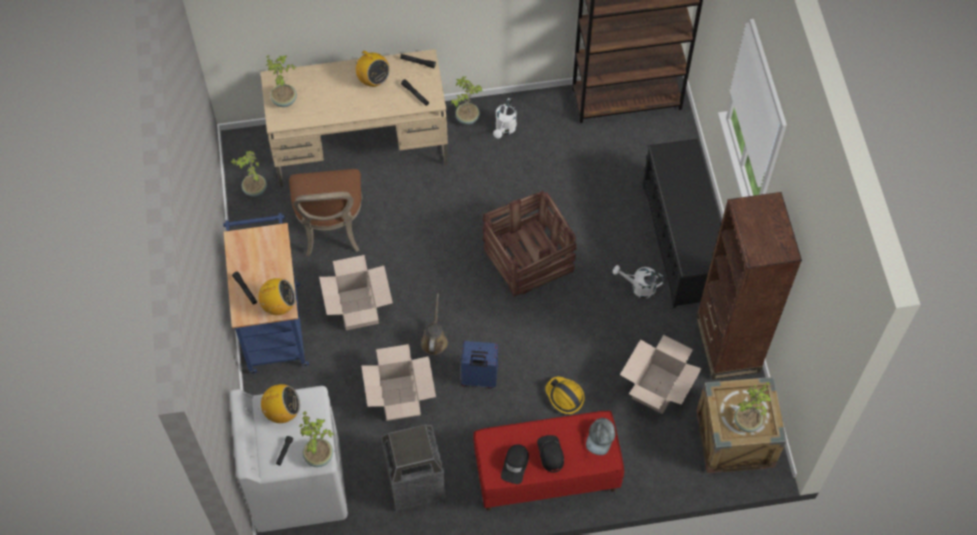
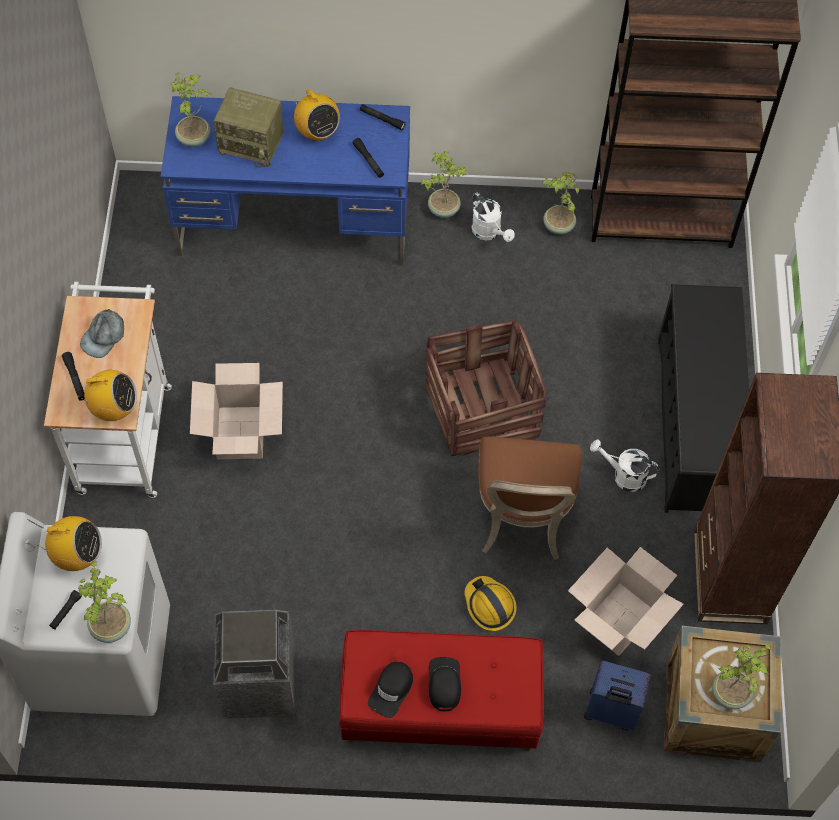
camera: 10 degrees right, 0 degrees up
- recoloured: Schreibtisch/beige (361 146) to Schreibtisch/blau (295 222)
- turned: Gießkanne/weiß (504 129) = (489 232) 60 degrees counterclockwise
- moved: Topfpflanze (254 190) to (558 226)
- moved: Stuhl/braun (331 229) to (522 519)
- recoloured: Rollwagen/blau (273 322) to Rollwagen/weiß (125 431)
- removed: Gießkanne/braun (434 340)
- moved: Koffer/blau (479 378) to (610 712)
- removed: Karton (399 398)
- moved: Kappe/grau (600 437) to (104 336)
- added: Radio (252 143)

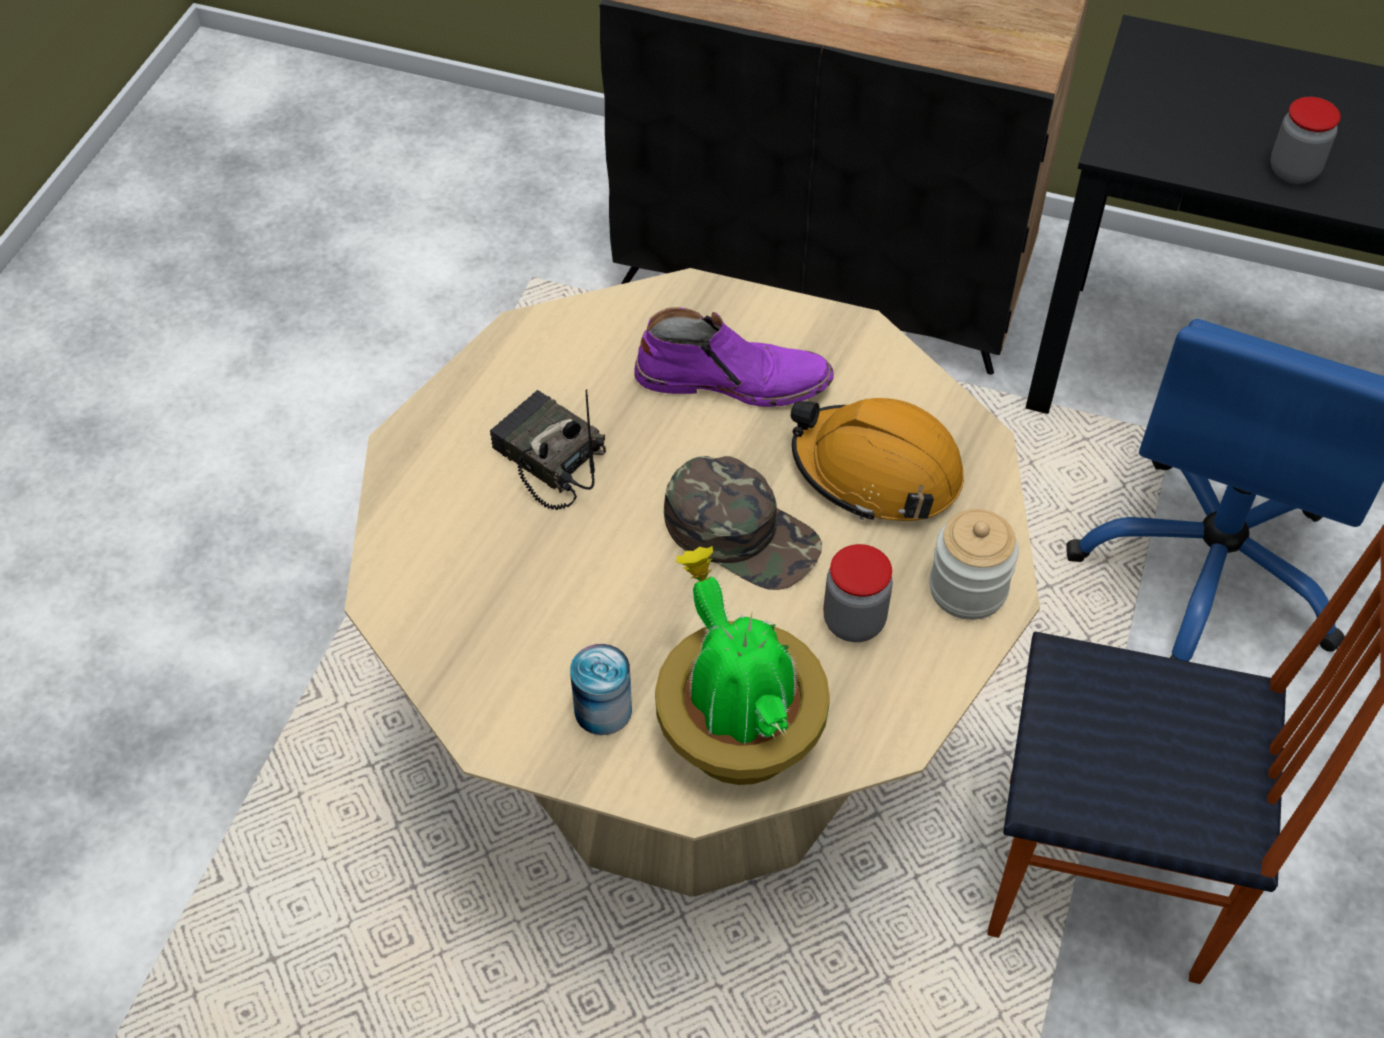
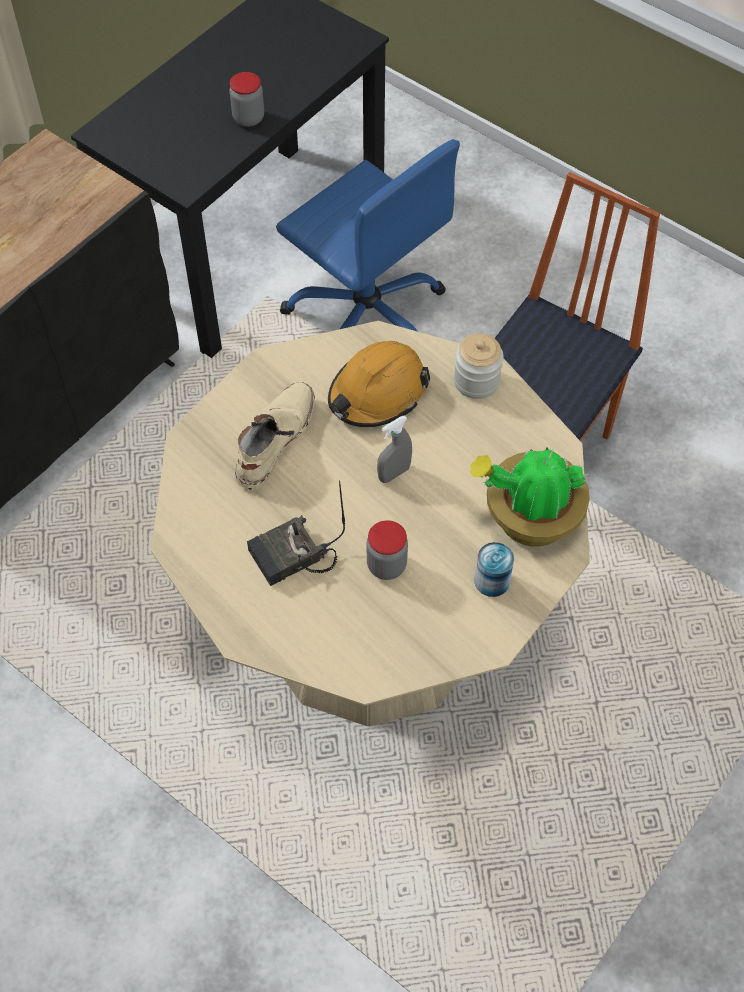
camera: 70 degrees left, 5 degrees up
- recoloured: Stiefel/lila (733 379) to Stiefel/beige (273 440)
- replaced: Kappe/grün (742 533) to Sprühflasche/grau (394 473)
- moved: Vorratsglas (854 621) to (386 565)

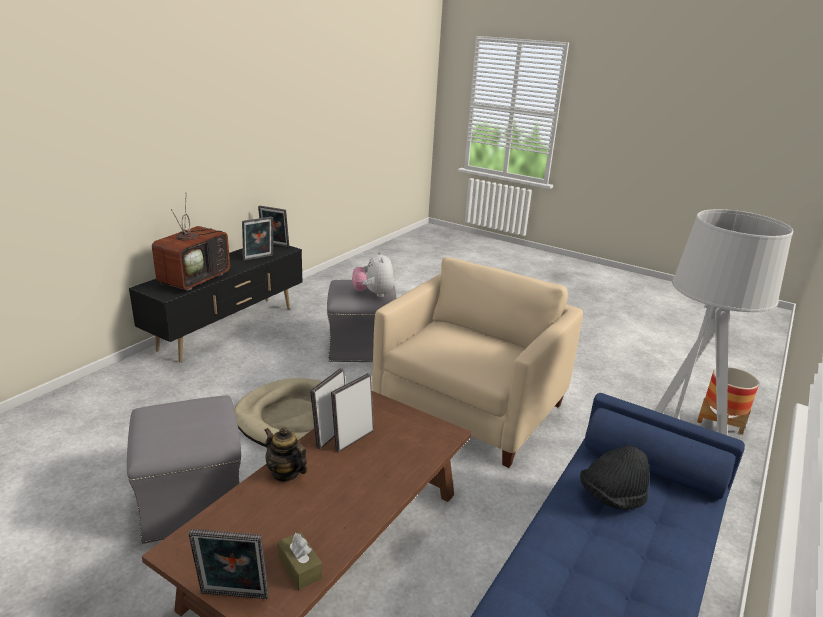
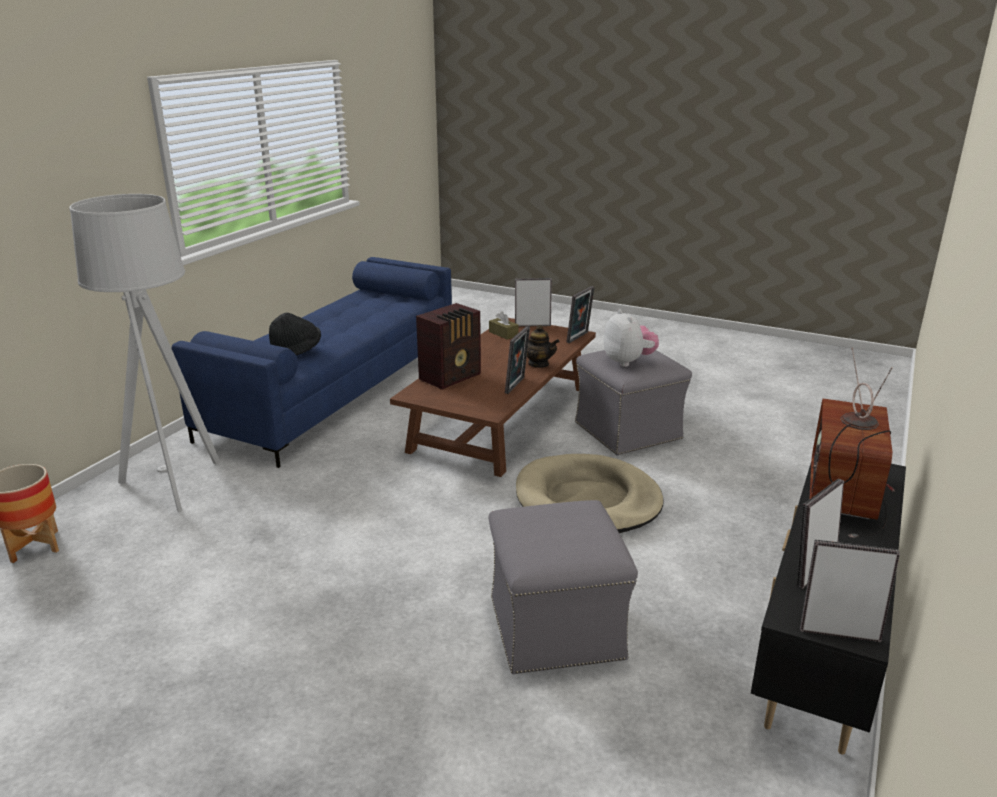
camera: 175 degrees right, 0 degrees up
- moved: Plüschtier (373 294) to (628 362)
- removed: Sessel/beige (470 407)
- moved: Bilderrahmen (353 439) to (579 338)
- added: Radio (452 377)

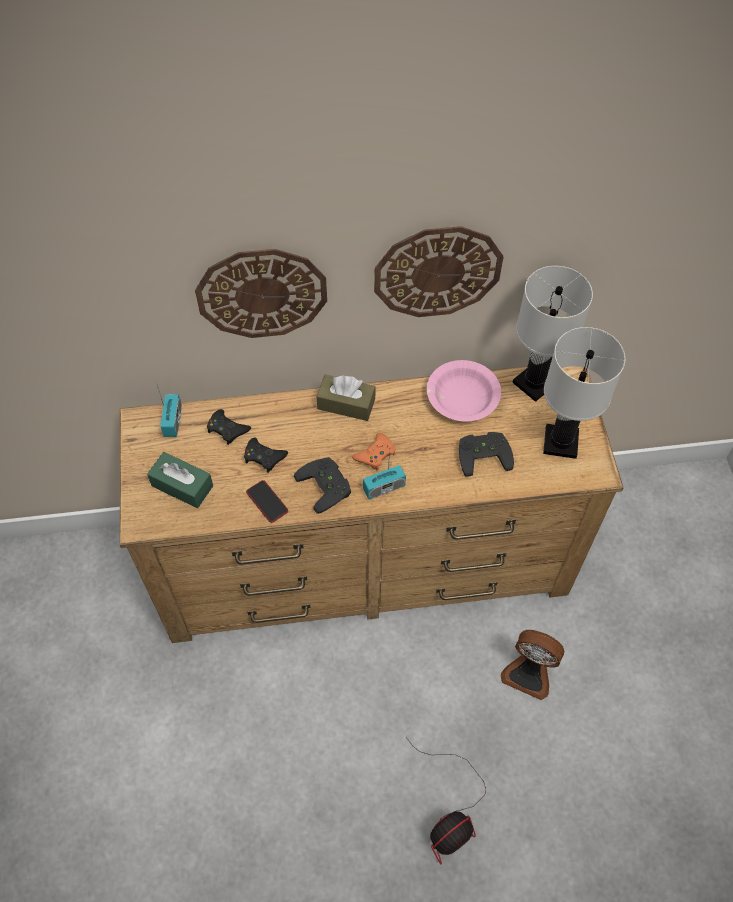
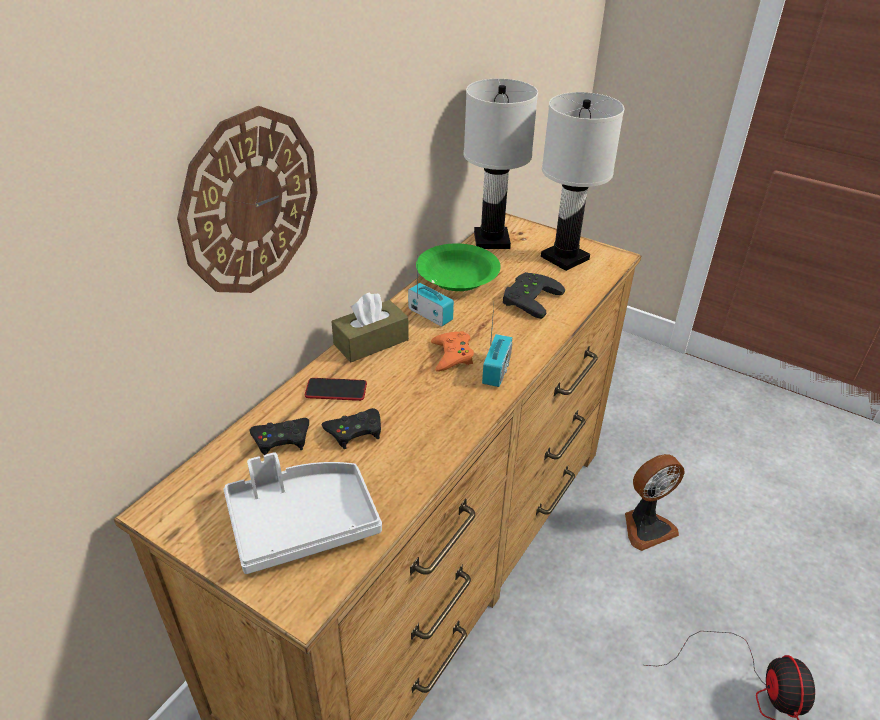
camera: 50 degrees left, 20 degrees down
- removed: Wanduhr (437 271)
- recoloured: Schüssel/rosa (462 398) to Schüssel/grün (457 278)
- moved: Radio (173 421) to (430 315)
- replaced: Taschentuchbox/grün (182 485) to Tablett/grau (302 523)
- removed: Gamepad/schwarz (327 485)
- moved: Handy (267 502) to (336 390)

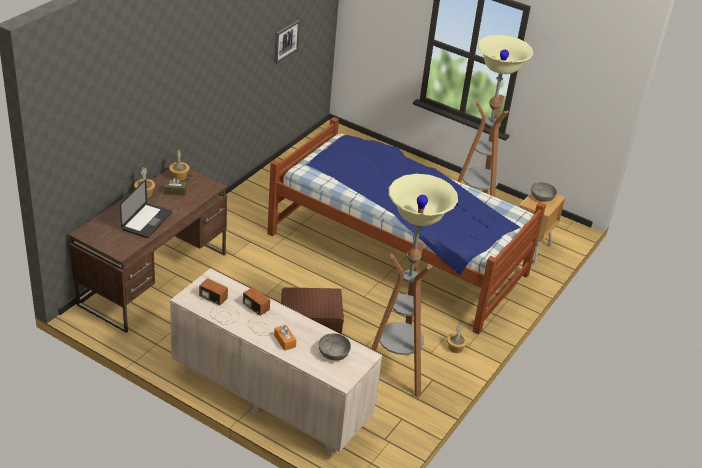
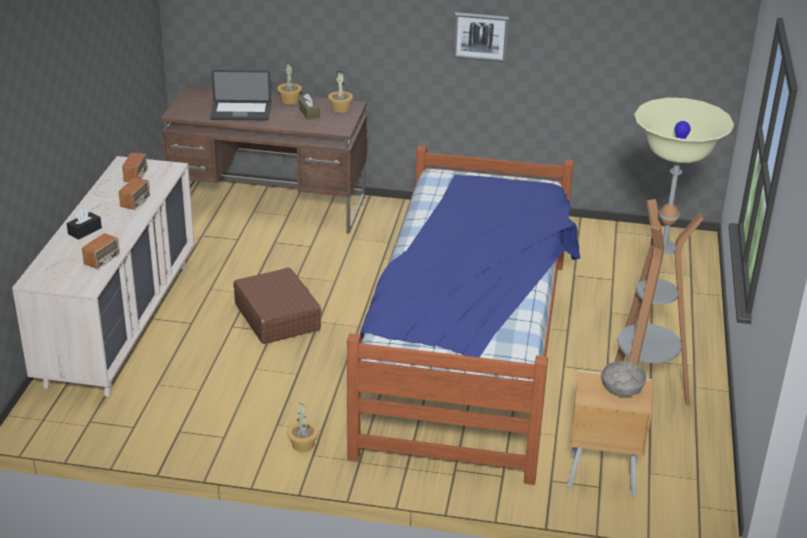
camera: 70 degrees right, 5 degrees down
- moved: Bild (286 41) to (480 36)
- removed: Stehlampe (395 374)
- recoloured: Taschentuchbox/orange (285 341) to Taschentuchbox/schwarz (85 231)
- replaced: Schüssel/grau (333 353) to Radio (80 264)

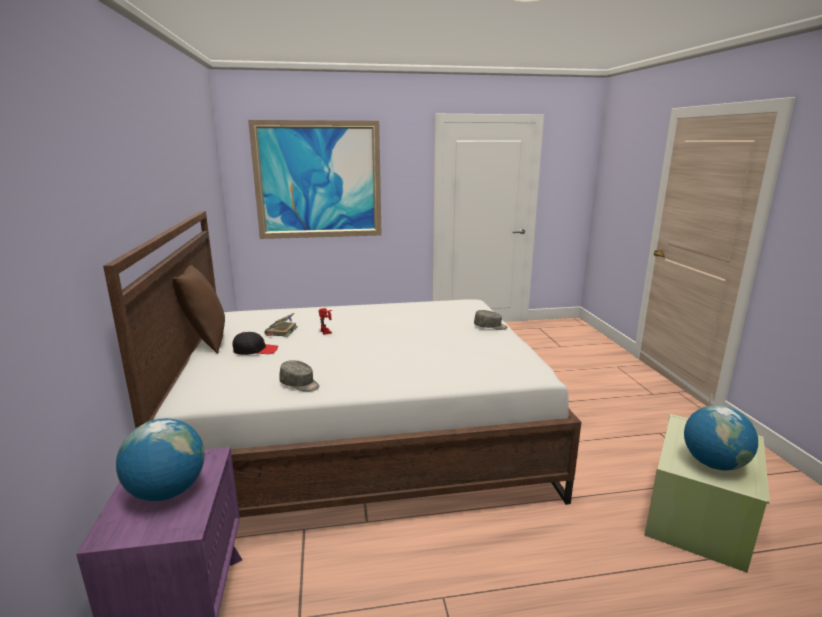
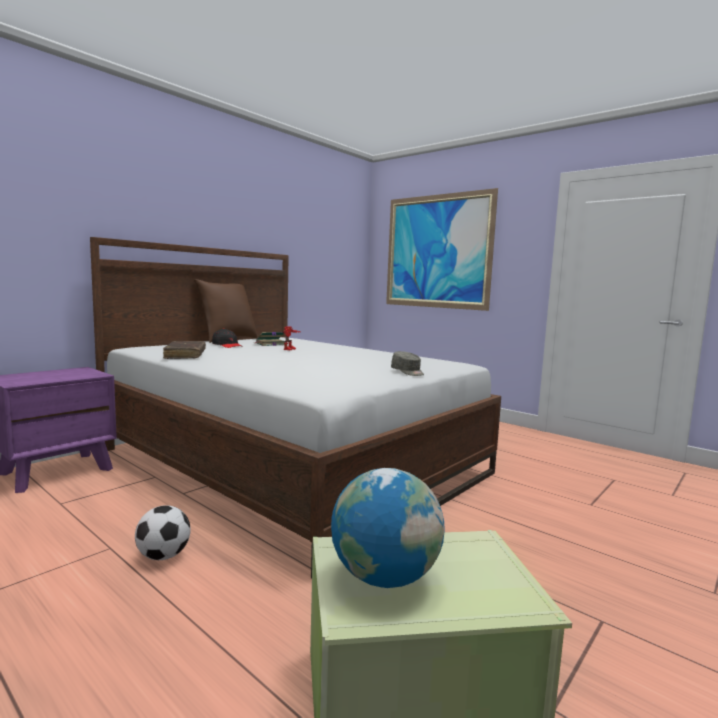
camera: 50 degrees right, 10 degrees down
- replaced: Kappe/grau (300 384) to Buch/braun (185 355)
- removed: Globus (167 491)
- added: Fußball (163 556)

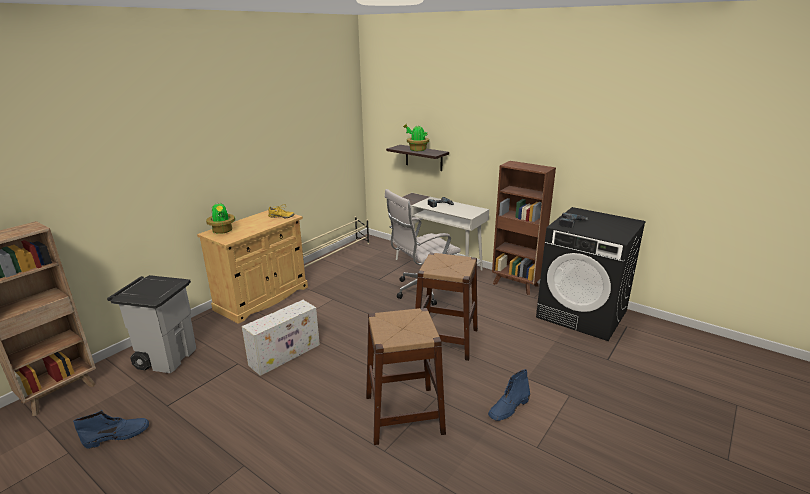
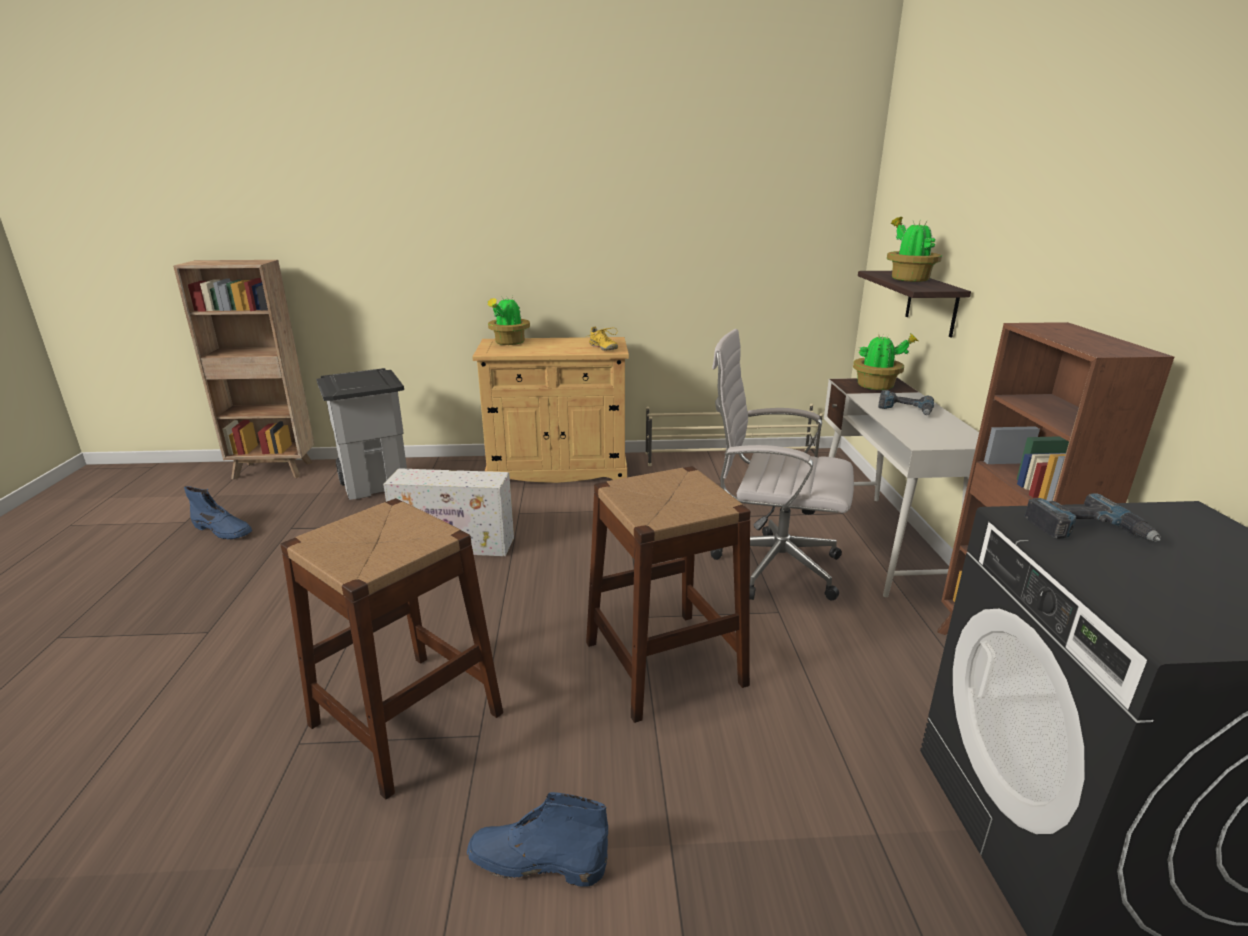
camera: 50 degrees right, 0 degrees up
- added: Topfpflanze (877 386)

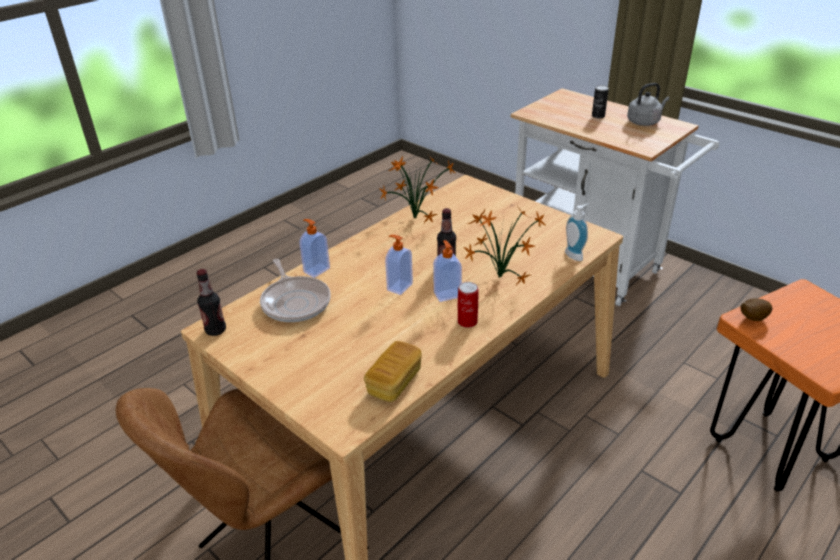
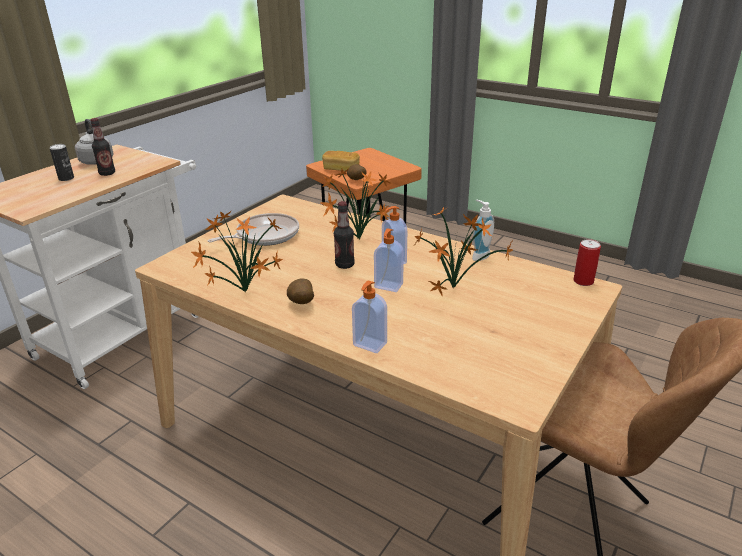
camera: 100 degrees left, 5 degrees down
- moved: Seifenspender (575 255) to (479 255)
- moved: Pfanne (295 302) to (264 235)
- moved: Flasche (215 330) to (107 173)
- moved: Dose (467 322) to (583 281)
- moved: Brot (394 382) to (341 169)
- added: Topfpflanze (455 288)
- added: Kartoffel (301 304)

